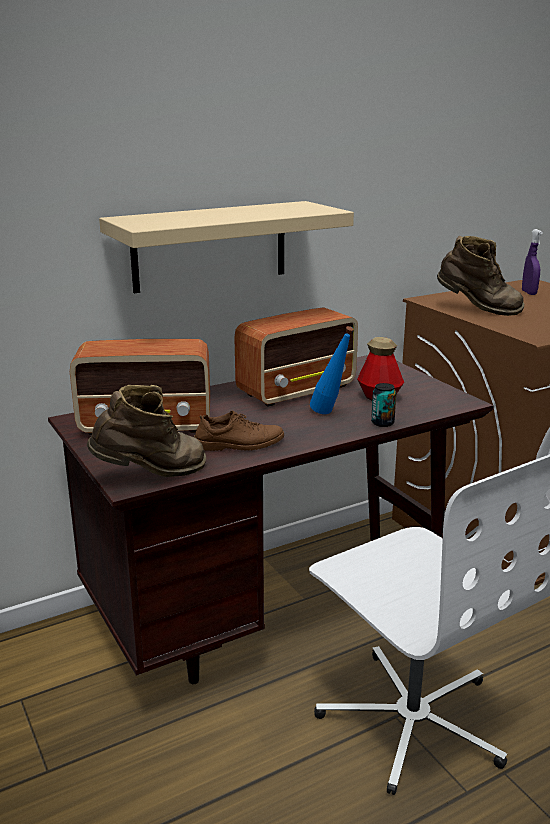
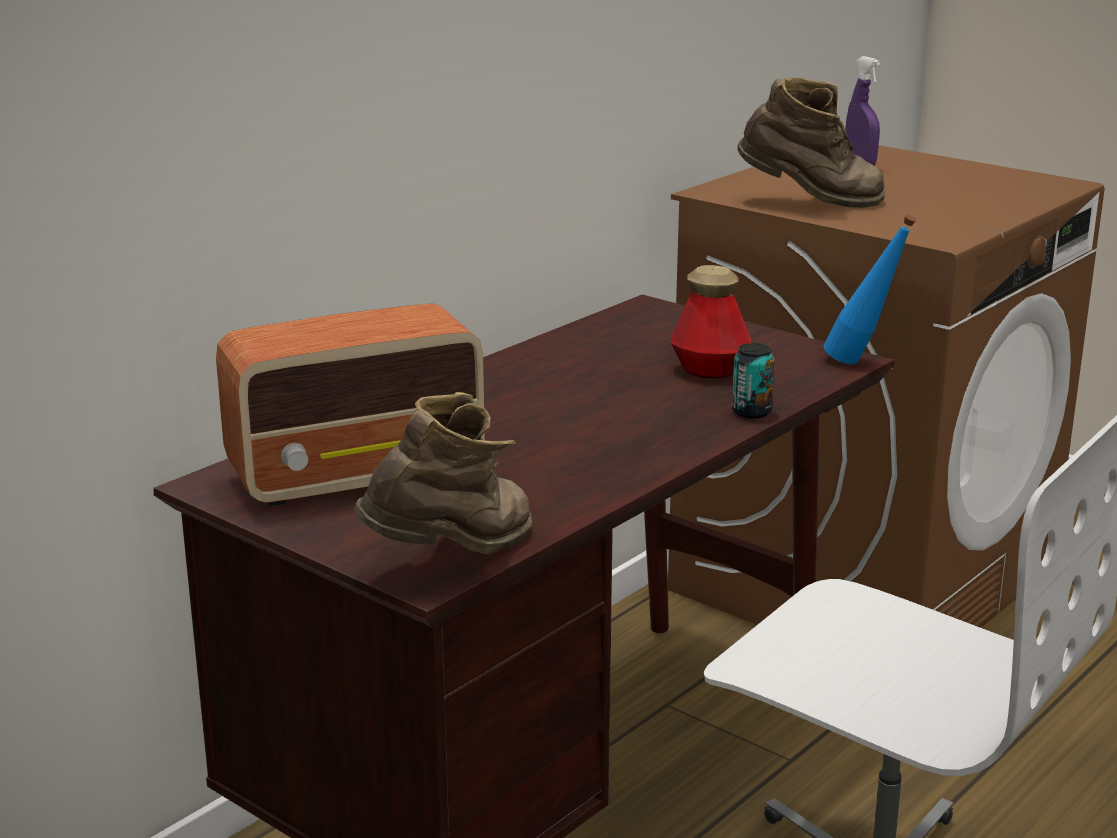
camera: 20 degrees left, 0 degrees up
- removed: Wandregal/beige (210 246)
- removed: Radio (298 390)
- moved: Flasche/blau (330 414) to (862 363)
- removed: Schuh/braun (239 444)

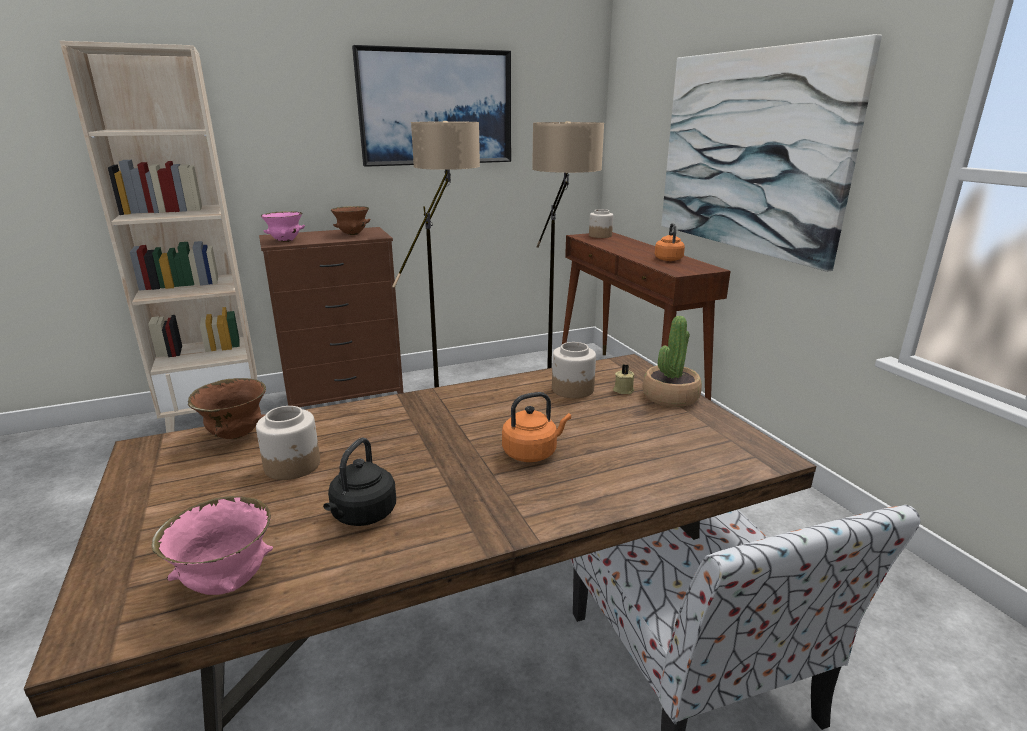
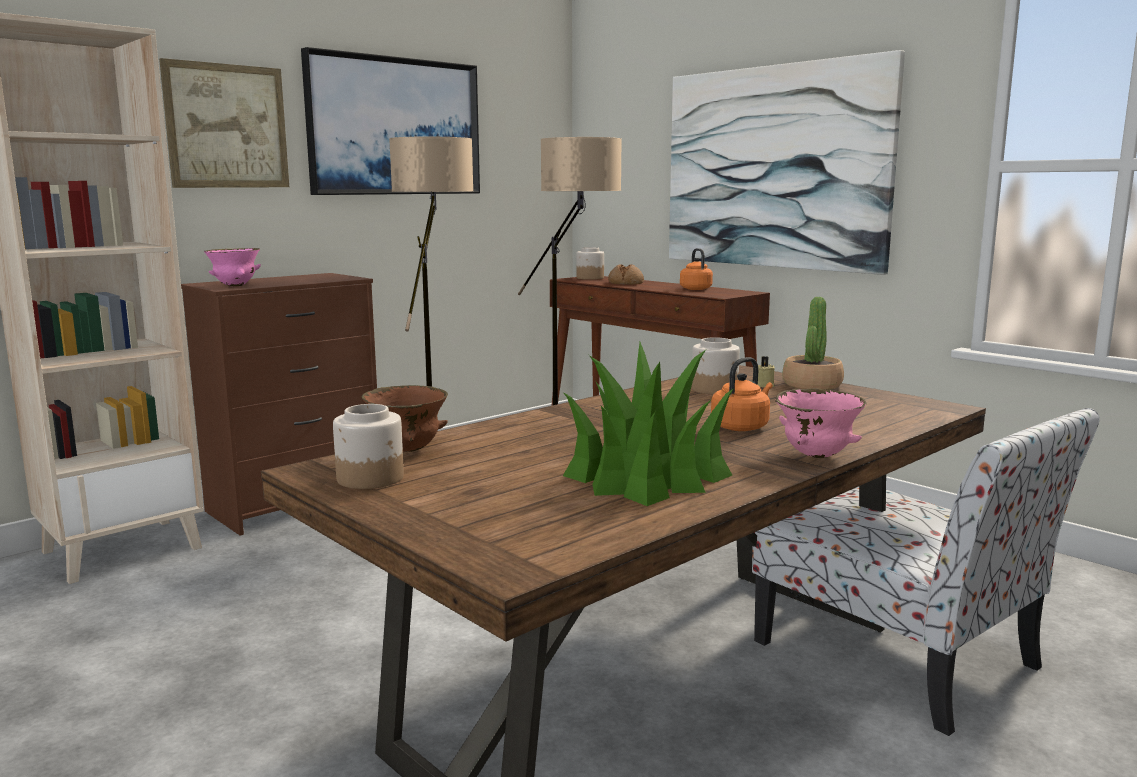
camera: 20 degrees left, 10 degrees down
- removed: Schüssel/braun (352 234)
- moved: Vorratsglas (293 465) to (371 478)
- replaced: Wasserkessel/schwarz (362 515) to Topfpflanze (646 476)
- moved: Schüssel/rosa (227 583) to (815 456)
- added: Bild (227 126)
- added: Brot (626 283)

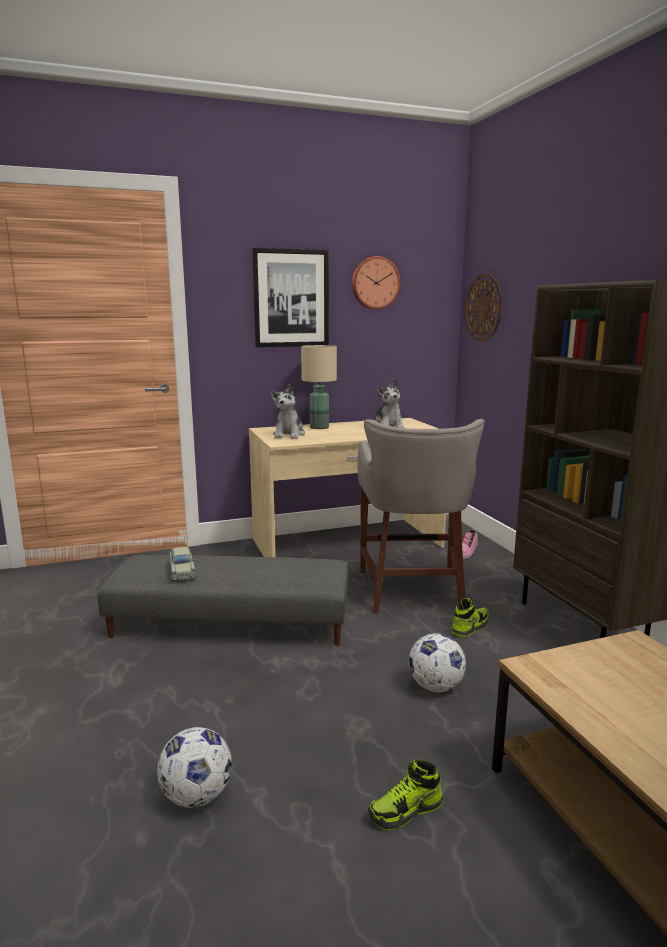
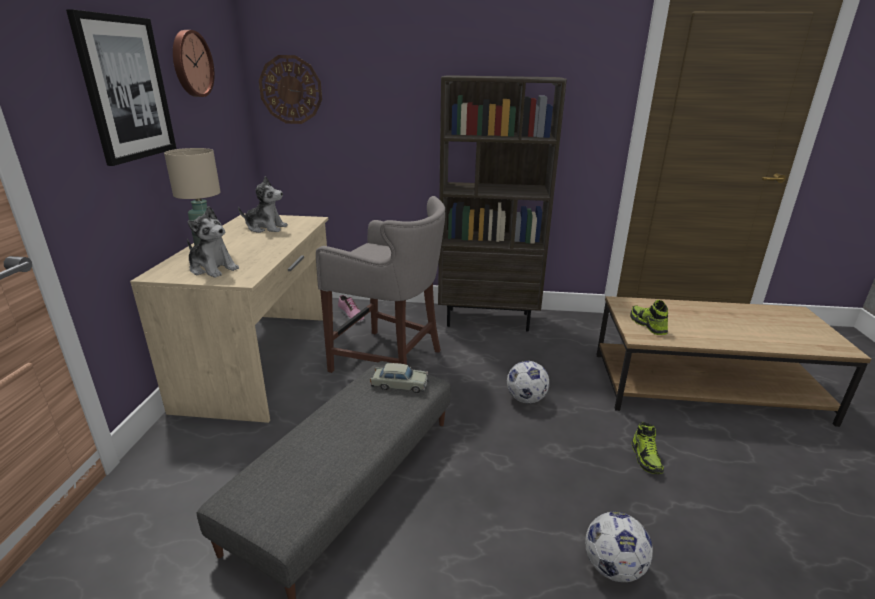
camera: 65 degrees left, 10 degrees up
- moved: Spielzeugauto/beige (182 571) to (399 385)
- moved: Schuh (470 627) to (647 325)

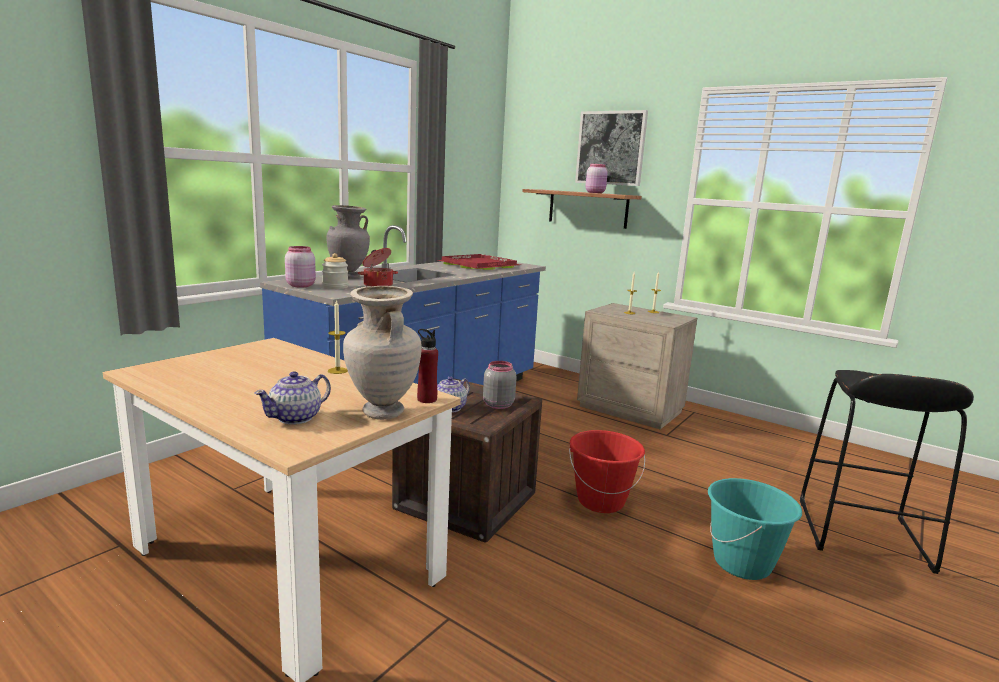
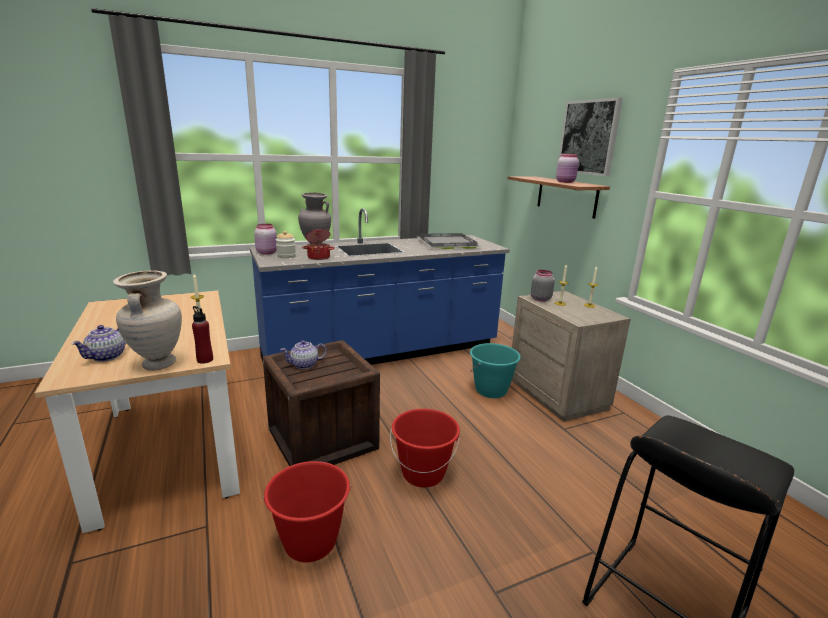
camera: 30 degrees right, 5 degrees up
- recoloured: Tablett/rot (477 265) to Tablett/grau (446 243)
- moved: Vorratsglas/grau (497 405) to (540 299)
- turned: Teekanne (296 418) = (107 356) 45 degrees counterclockwise
- moved: Eimer/türkis (742 563) to (491 390)
- added: Eimer/rot (310 542)

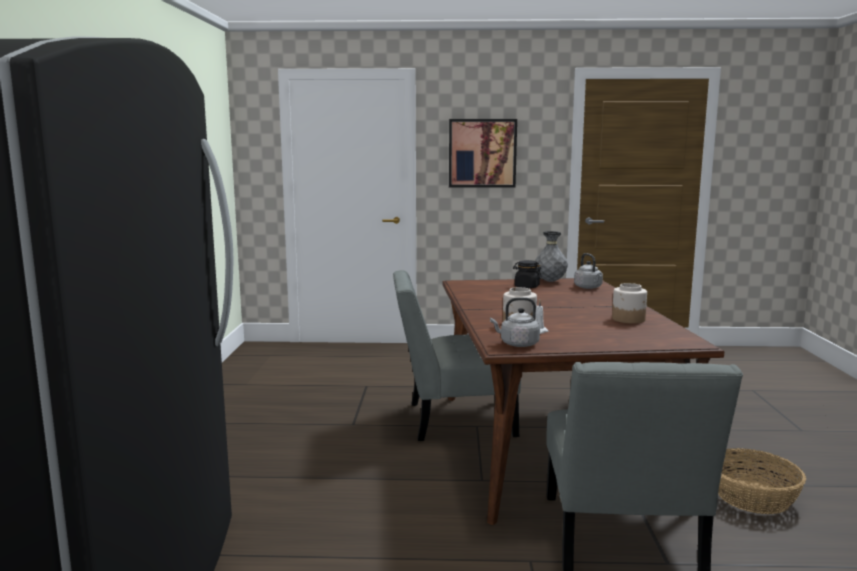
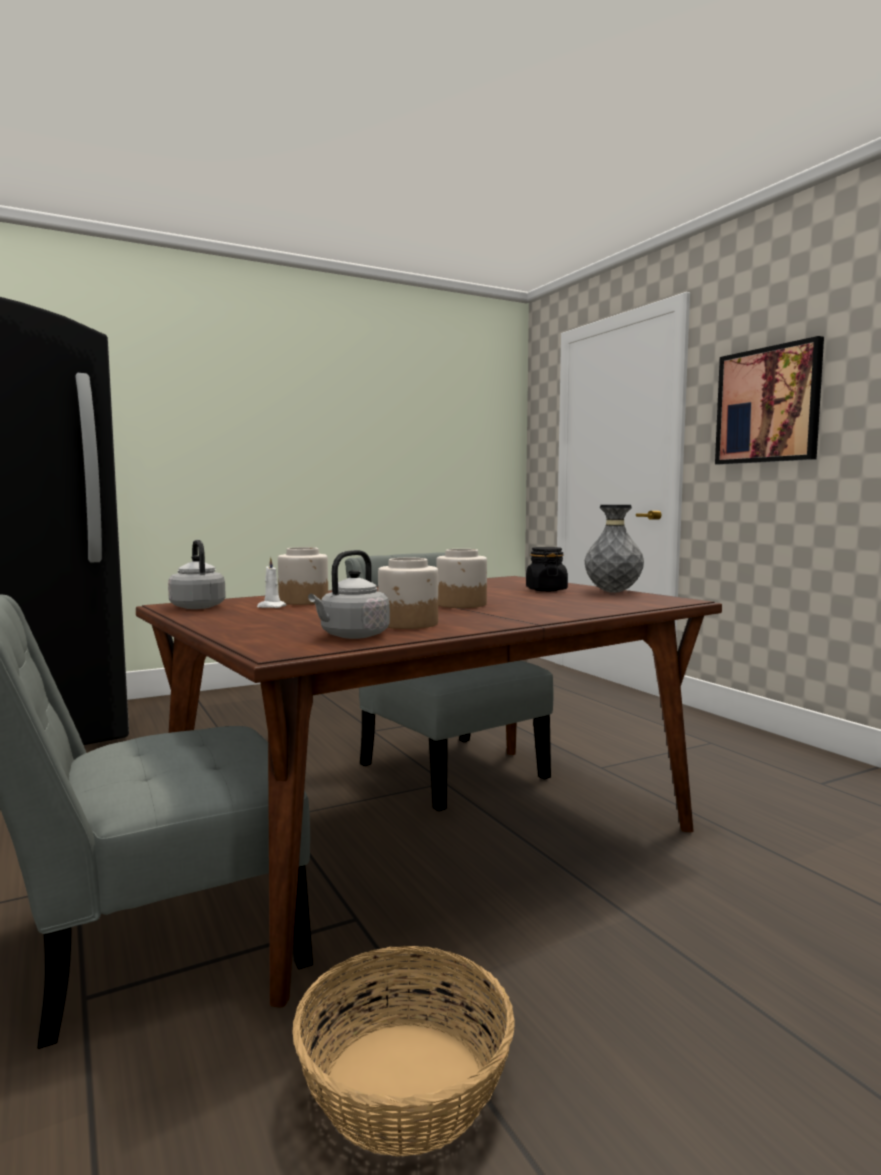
camera: 60 degrees right, 5 degrees down
- moved: Wasserkessel/grau (588 287) to (352 636)
- added: Vorratsglas (462 604)

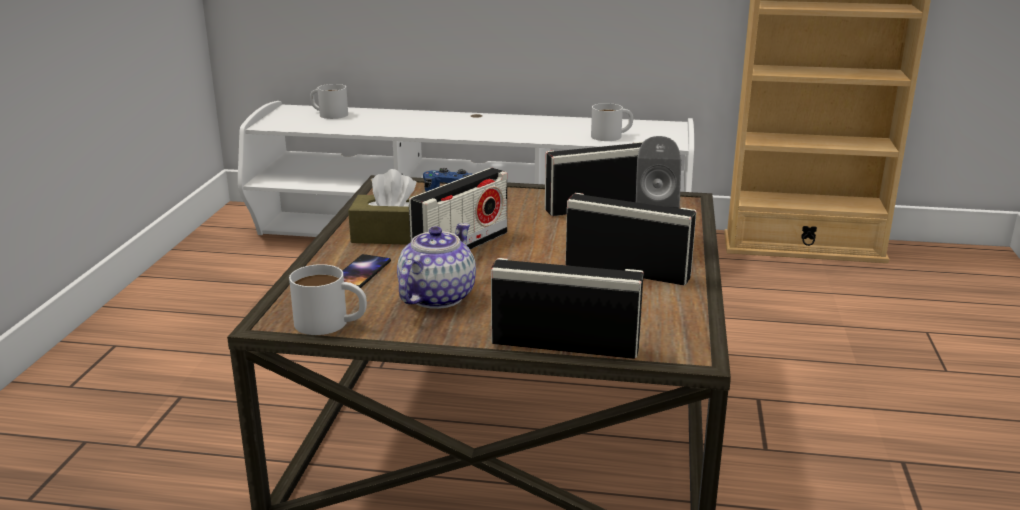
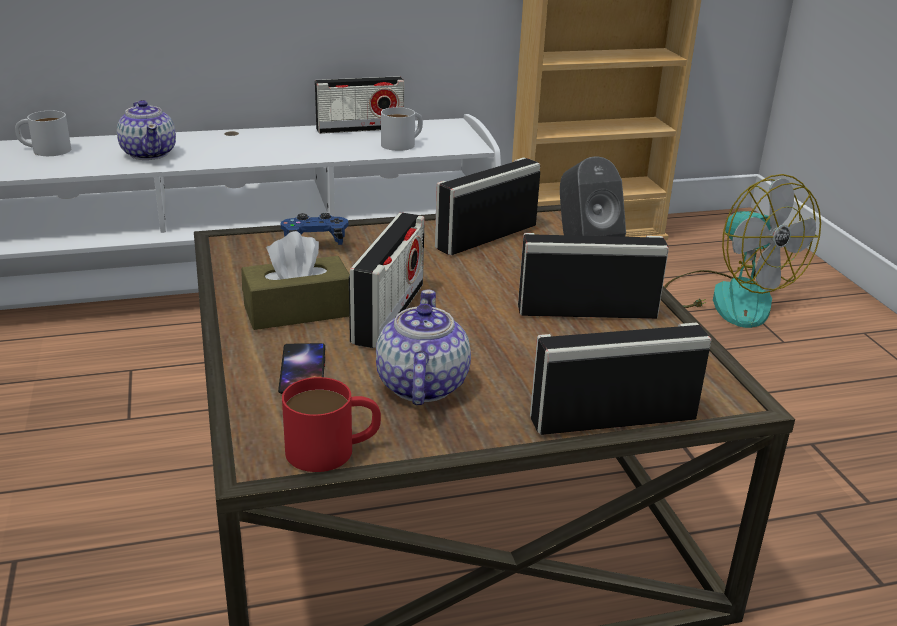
camera: 25 degrees left, 5 degrees up
- recoloured: Henkelbecher/weiß (331 323) to Henkelbecher/rot (333 449)
- added: Radio (360 129)
- added: Teekanne (149 153)
- added: Ventilator (727 298)

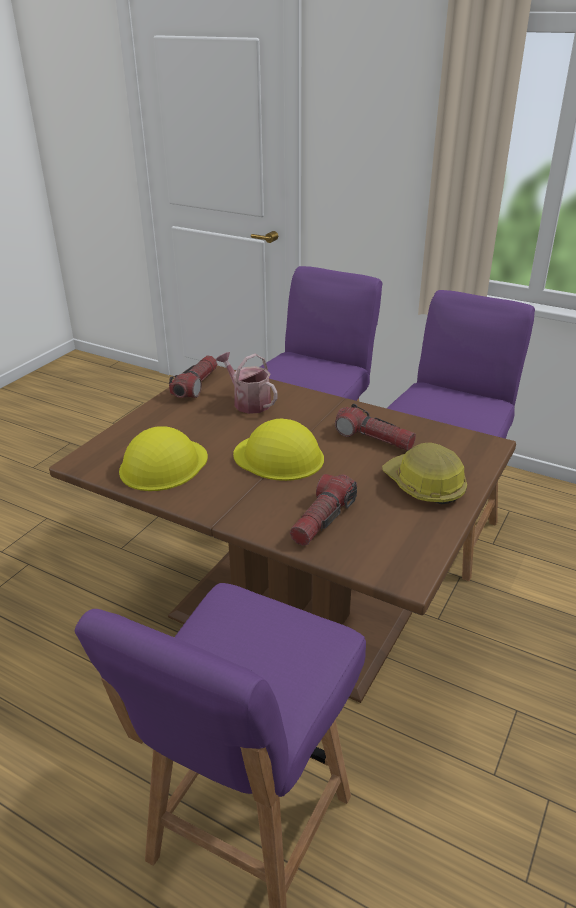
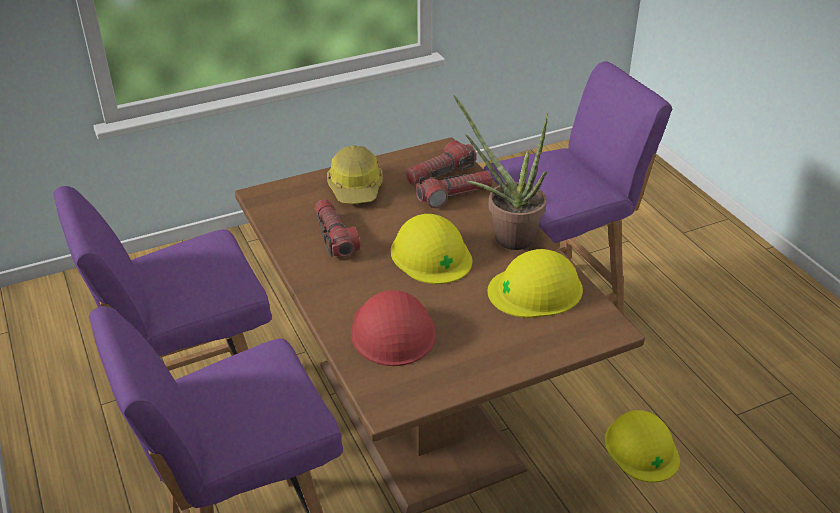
camera: 145 degrees left, 5 degrees up
- replaced: Gießkanne (248 402) to Schutzhelm/rot (393 330)
- moved: Taschenlampe (196 385) to (440 173)
- added: Topfpflanze (505 236)
- added: Schutzhelm/gelb (641 448)

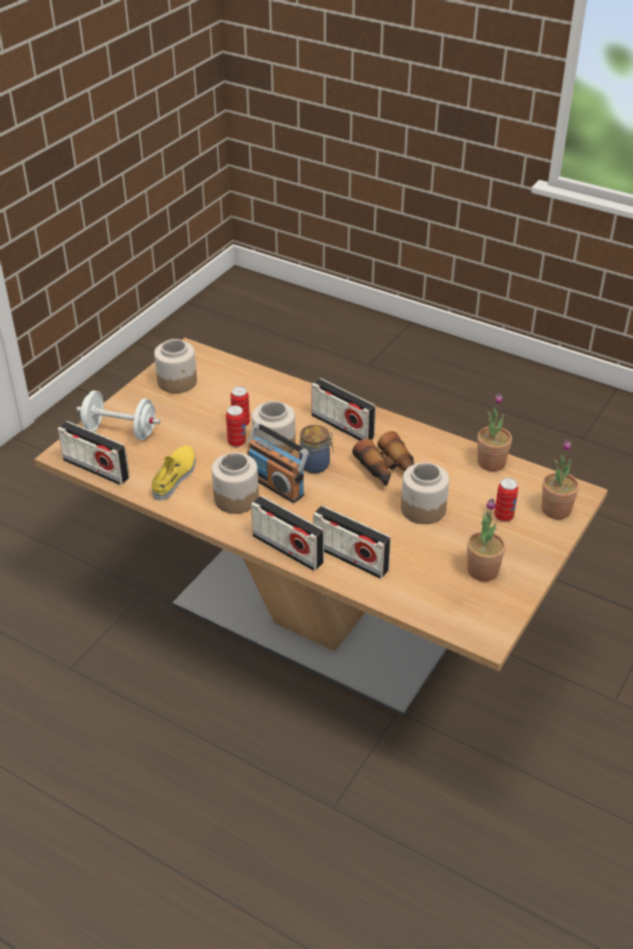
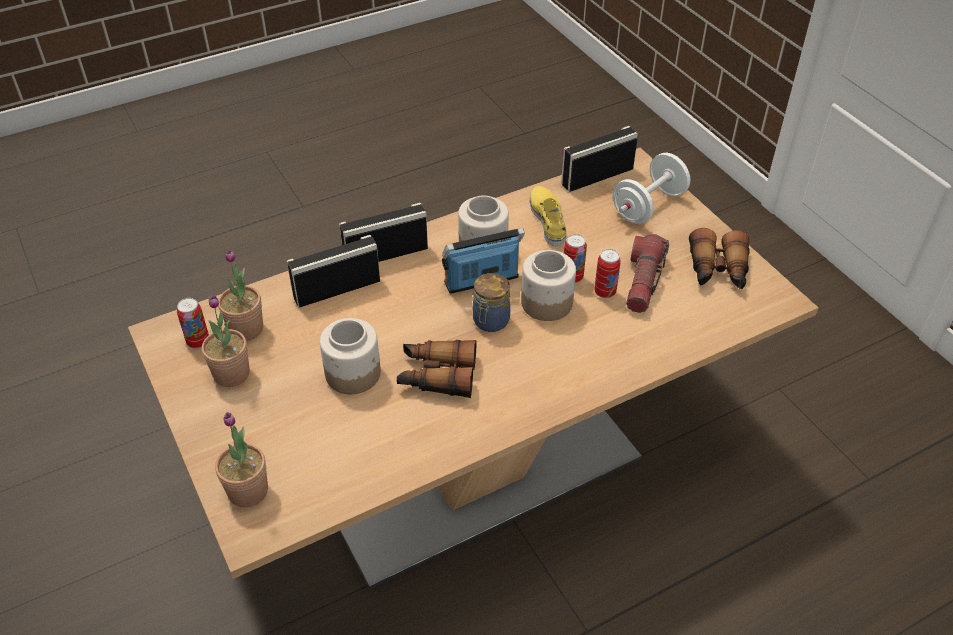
camera: 120 degrees right, 5 degrees up
- replaced: Vorratsglas (177 382) to Fernglas (718 271)
- removed: Radio (342 426)
- moved: Topfpflanze (491 462) to (246 329)
- turned: Schuh/gelb (175 476) = (548 219) 150 degrees counterclockwise
- moved: Dose (503 516) to (198 342)
- added: Taschenlampe (643 282)

